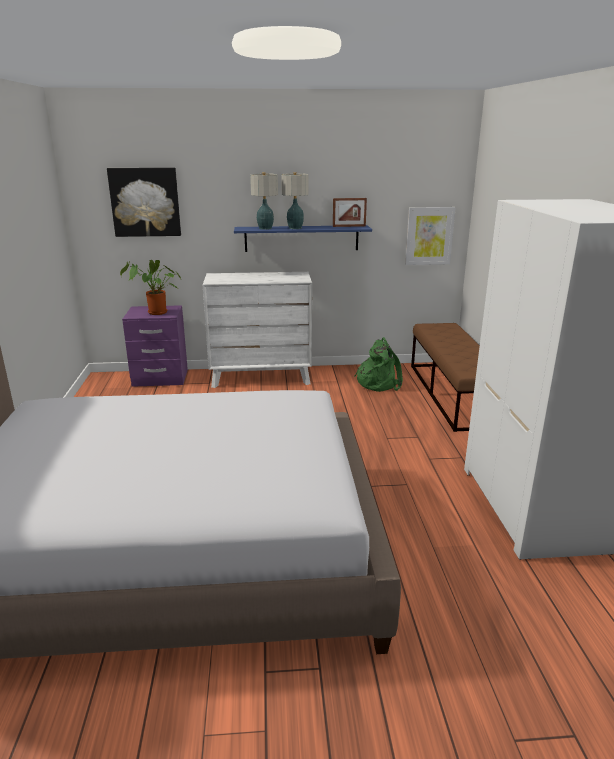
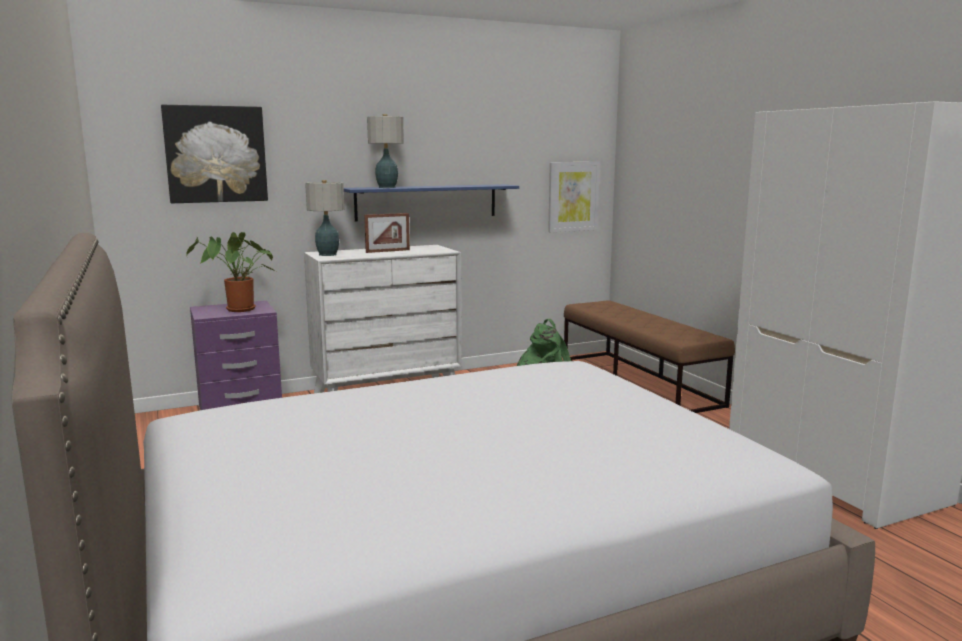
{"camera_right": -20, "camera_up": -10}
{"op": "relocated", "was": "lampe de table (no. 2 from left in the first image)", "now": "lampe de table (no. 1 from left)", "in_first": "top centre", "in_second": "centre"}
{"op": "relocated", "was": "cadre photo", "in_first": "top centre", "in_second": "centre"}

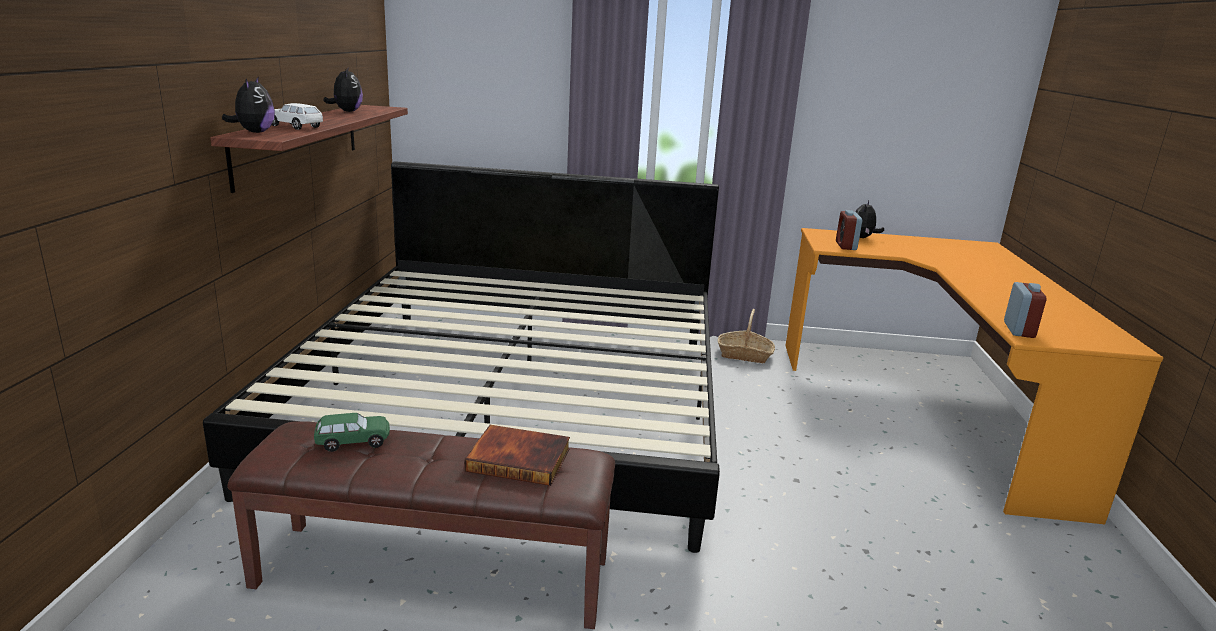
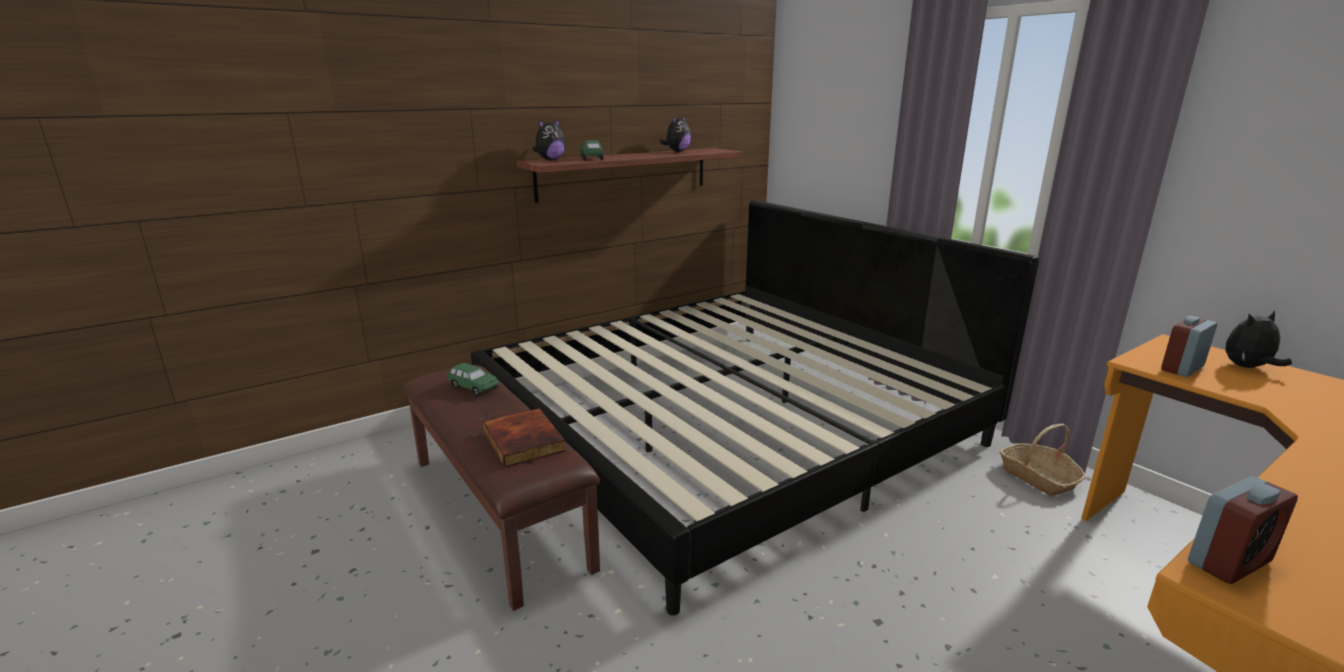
{"camera_right": 50, "camera_up": 0}
{"op": "colour", "was": "petite voiture (blanc)", "now": "petite voiture (vert) (no. 2 from left)", "in_first": "top left", "in_second": "top centre"}

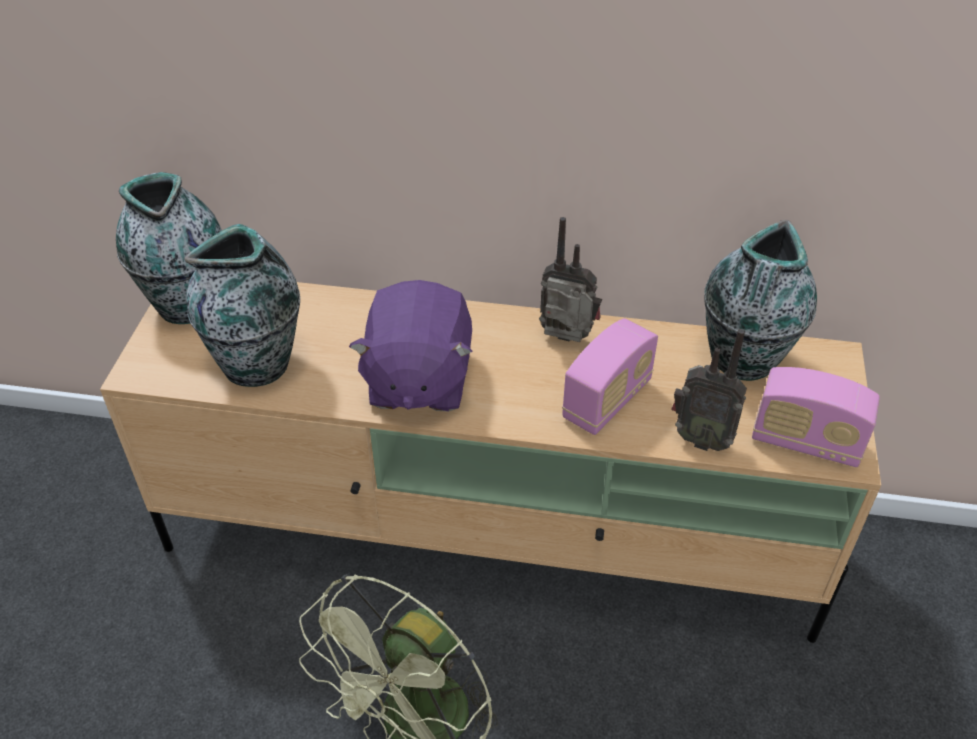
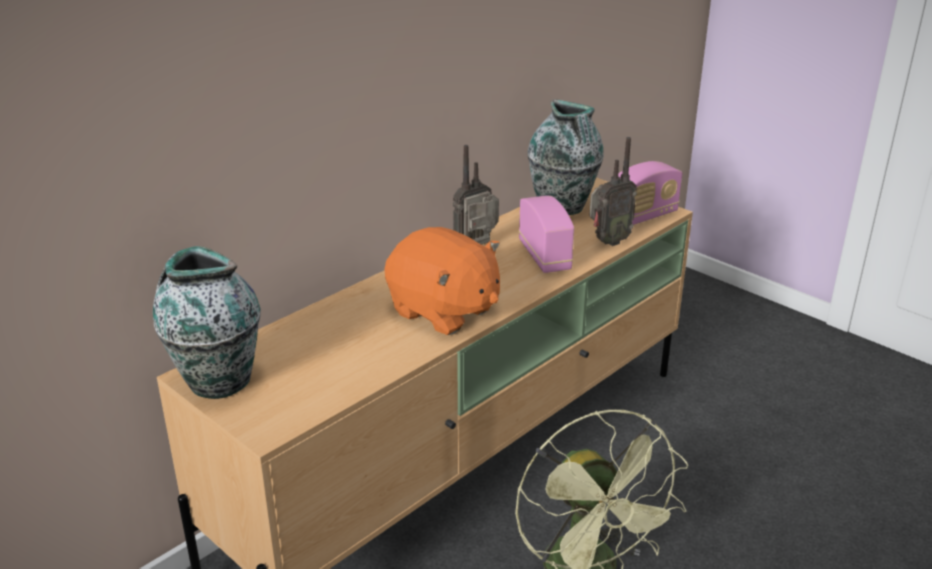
{"camera_right": -55, "camera_up": -15}
{"op": "missing", "was": "vase (no. 2 from left)", "in_first": "middle left"}
{"op": "colour", "was": "peluche (violet)", "now": "peluche (orange)", "in_first": "centre", "in_second": "centre"}

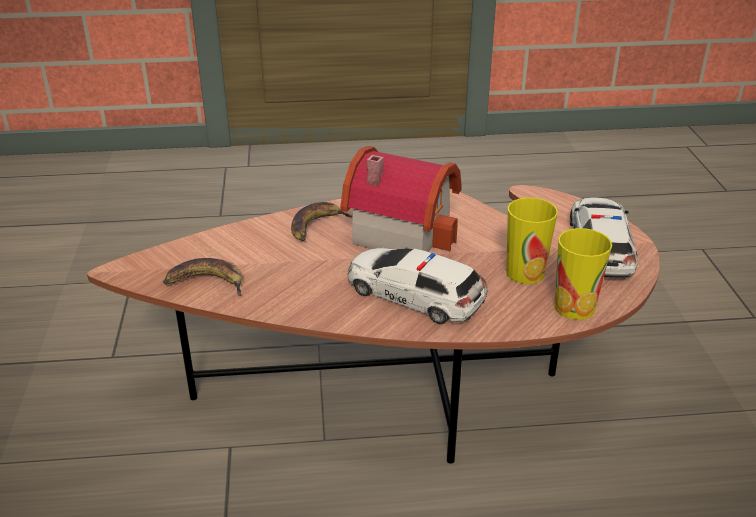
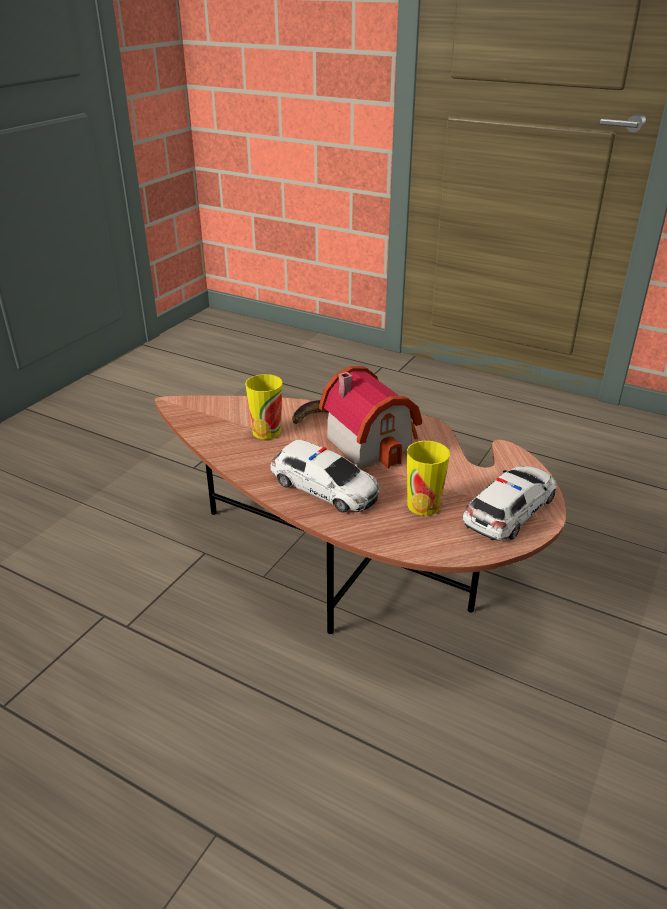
{"camera_right": 35, "camera_up": 0}
{"op": "missing", "was": "banane (no. 1 from left)", "in_first": "middle left"}
{"op": "relocated", "was": "tasse (no. 2 from left in the first image)", "now": "tasse (no. 1 from left)", "in_first": "middle right", "in_second": "centre"}
{"op": "spun", "was": "petite voiture (no. 1 from left)", "in_first": "centre", "in_second": "centre", "clockwise": 150}

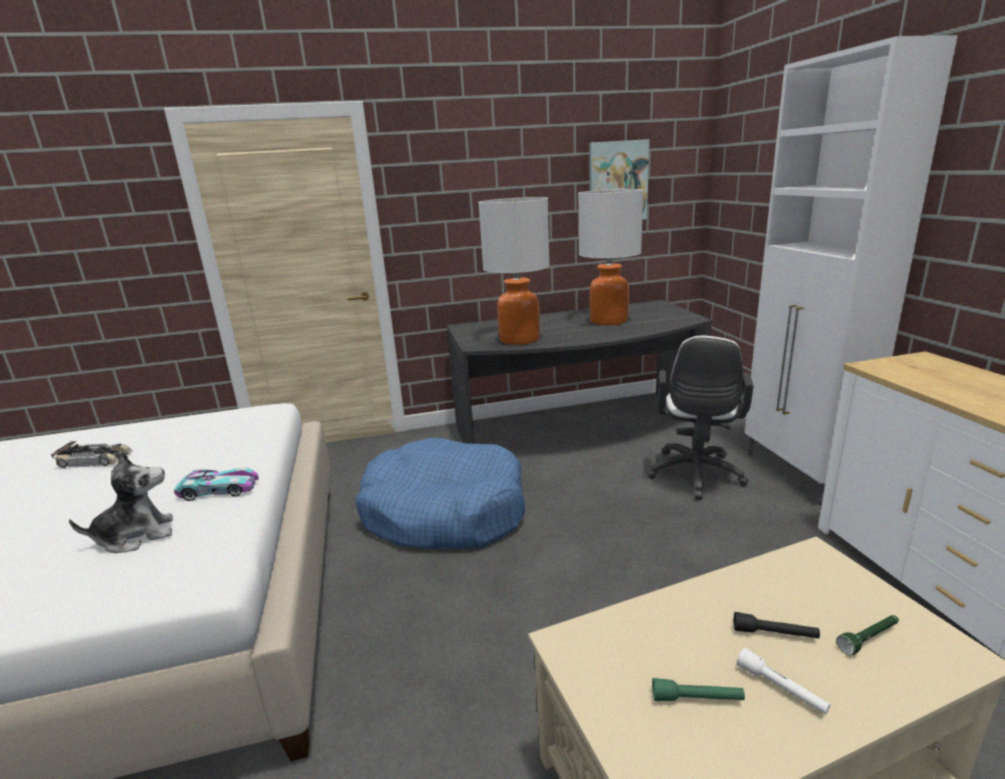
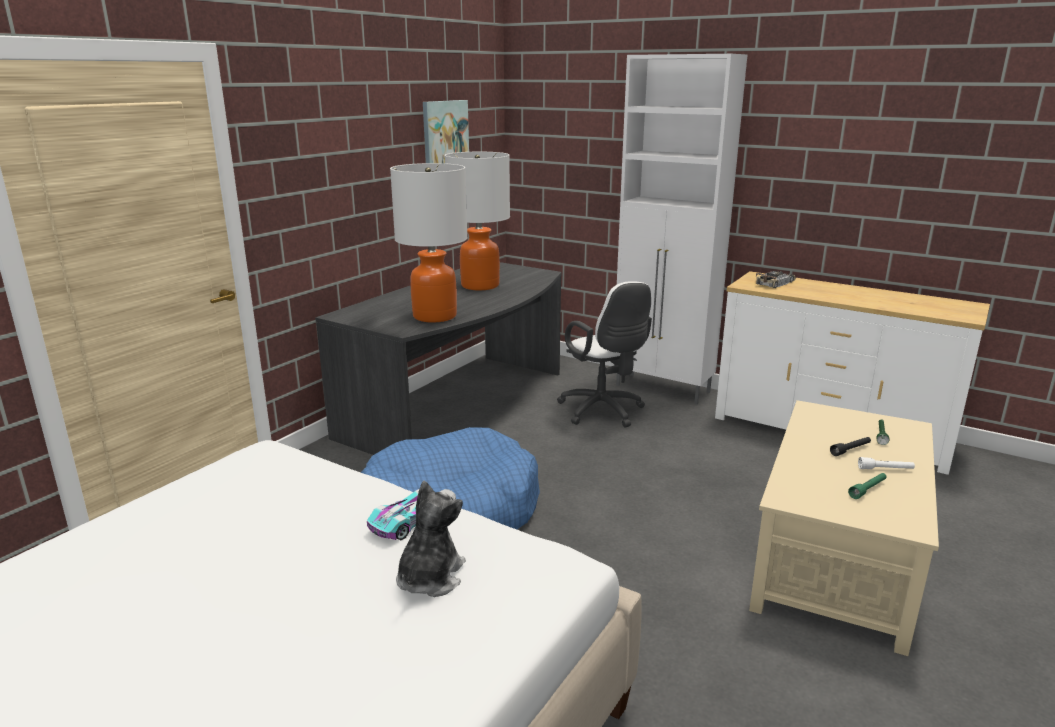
{"camera_right": -45, "camera_up": 0}
{"op": "relocated", "was": "petite voiture (no. 1 from left in the first image)", "now": "petite voiture (no. 2 from left)", "in_first": "middle left", "in_second": "middle right"}

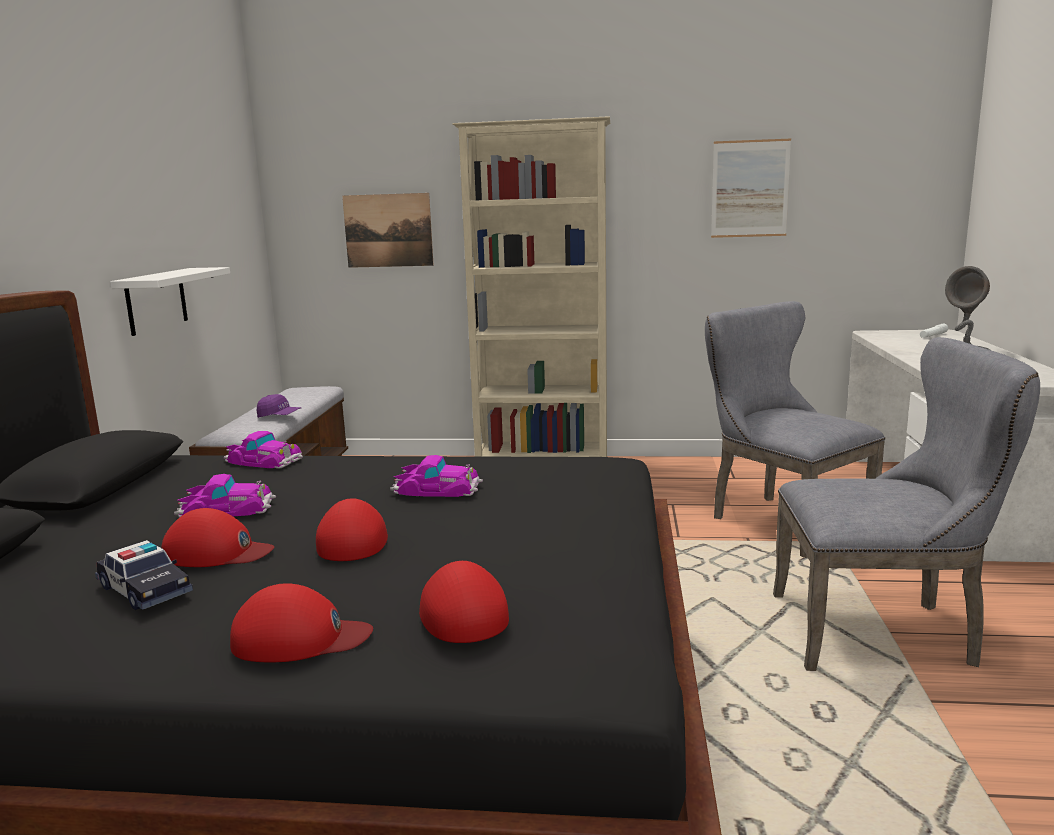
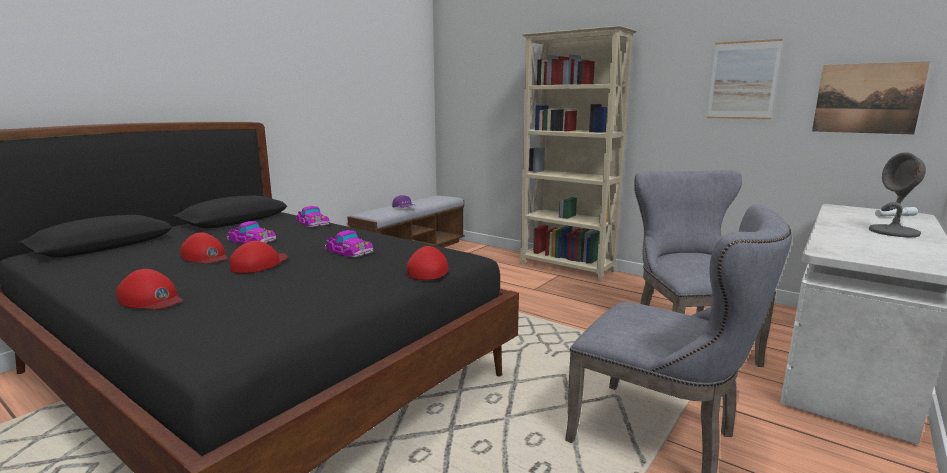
{"camera_right": 30, "camera_up": 0}
{"op": "missing", "was": "petite voiture (no. 1 from left)", "in_first": "bottom left"}
{"op": "missing", "was": "étagère (blanc)", "in_first": "middle left"}
{"op": "relocated", "was": "tableau (no. 1 from left in the first image)", "now": "tableau (no. 2 from left)", "in_first": "top centre", "in_second": "top right"}
{"op": "relocated", "was": "casquette (rouge) (no. 4 from left)", "in_first": "bottom centre", "in_second": "centre"}

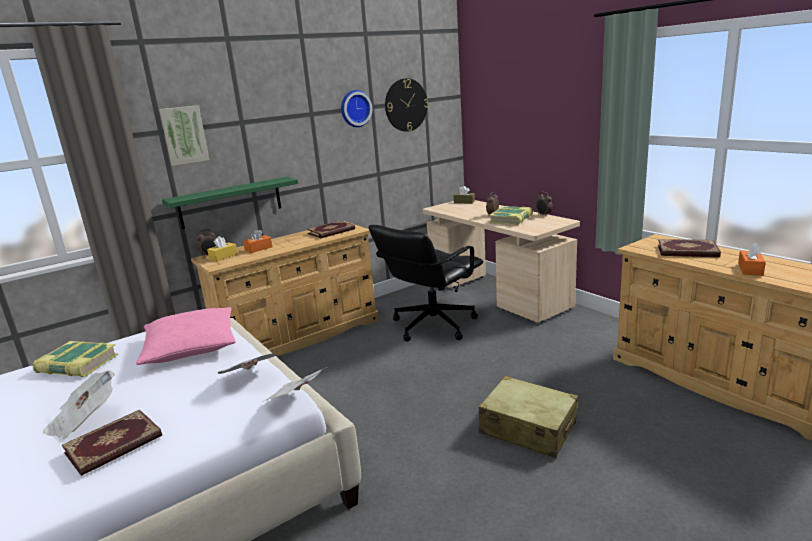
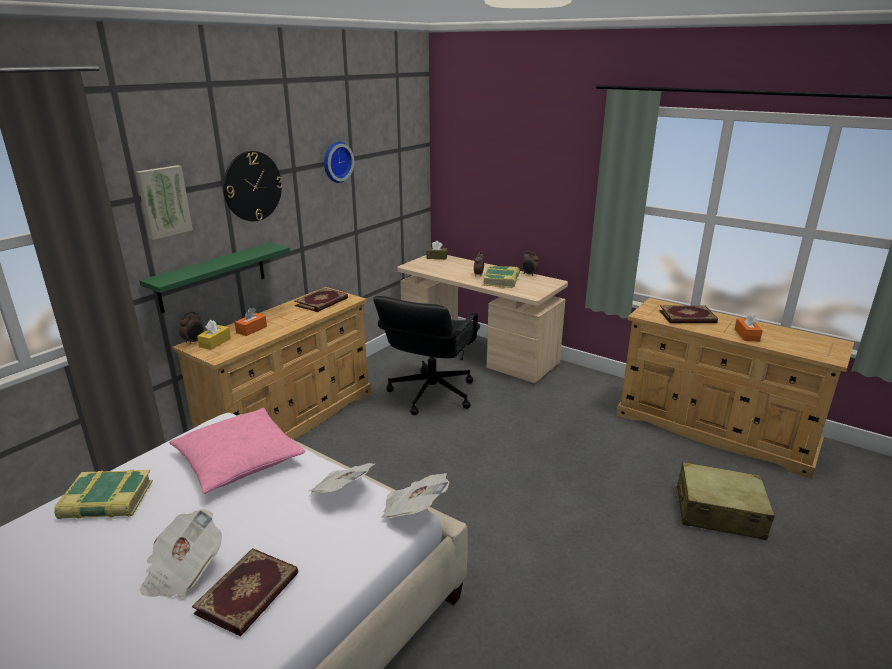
{"camera_right": -20, "camera_up": 5}
{"op": "relocated", "was": "horloge murale (no. 2 from left in the first image)", "now": "horloge murale (no. 1 from left)", "in_first": "top centre", "in_second": "top left"}
{"op": "relocated", "was": "valise (beige)", "in_first": "bottom centre", "in_second": "bottom right"}

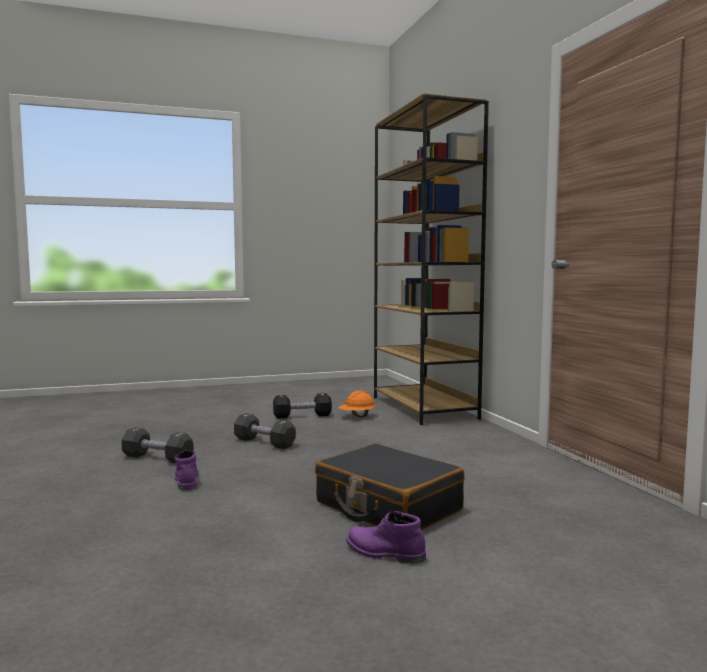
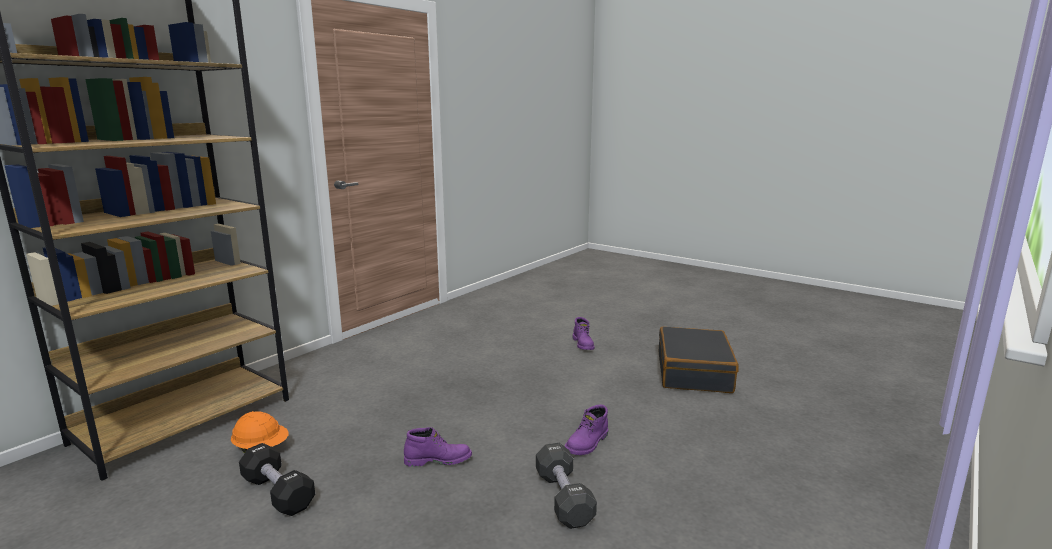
{"camera_right": -125, "camera_up": 10}
{"op": "relocated", "was": "valise (noir)", "in_first": "bottom centre", "in_second": "centre"}
{"op": "exchanged", "was": "haltère (noir) (no. 2 from left)", "now": "botte (violet) (no. 1 from left)", "in_first": "centre", "in_second": "bottom centre"}

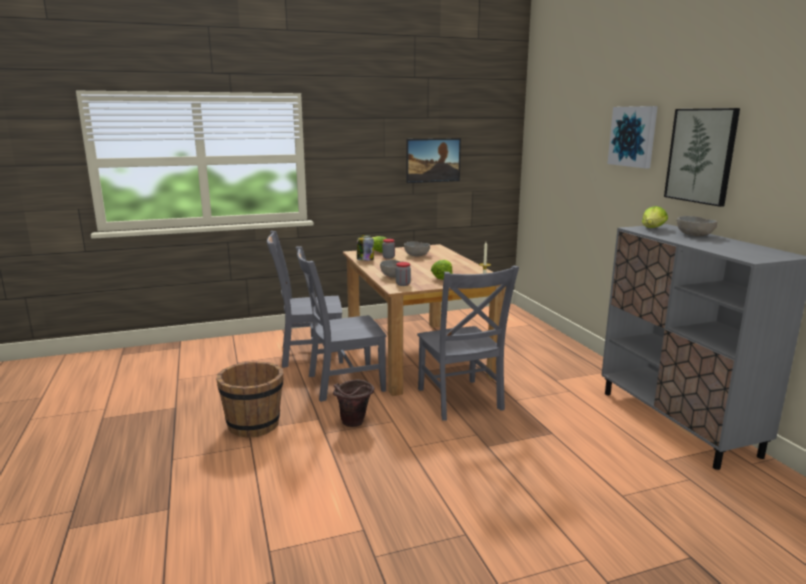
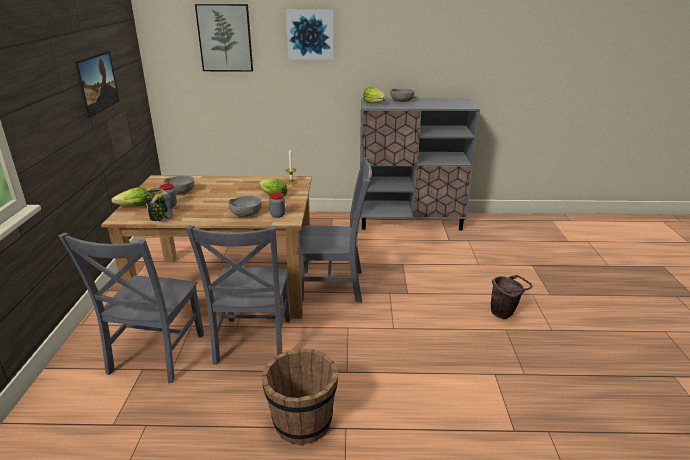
{"camera_right": -70, "camera_up": 10}
{"op": "relocated", "was": "seau (marron) (no. 2 from left)", "in_first": "bottom centre", "in_second": "middle right"}
{"op": "relocated", "was": "tableau (no. 3 from left in the first image)", "now": "tableau (no. 2 from left)", "in_first": "top right", "in_second": "top left"}

